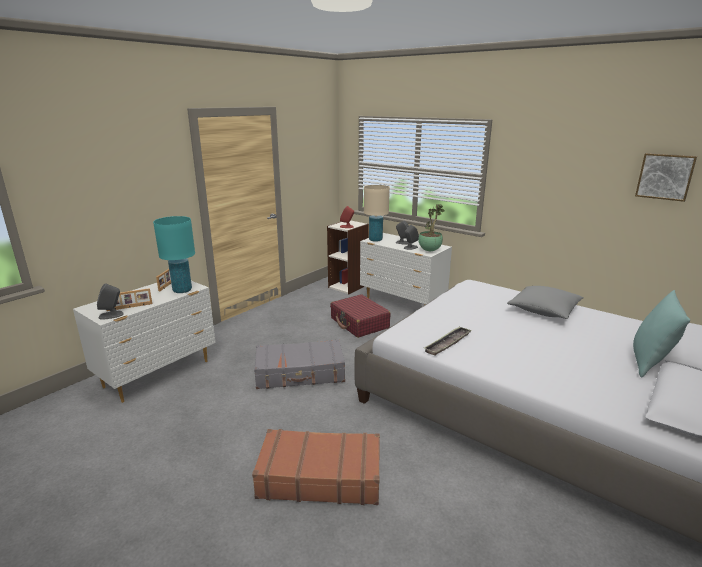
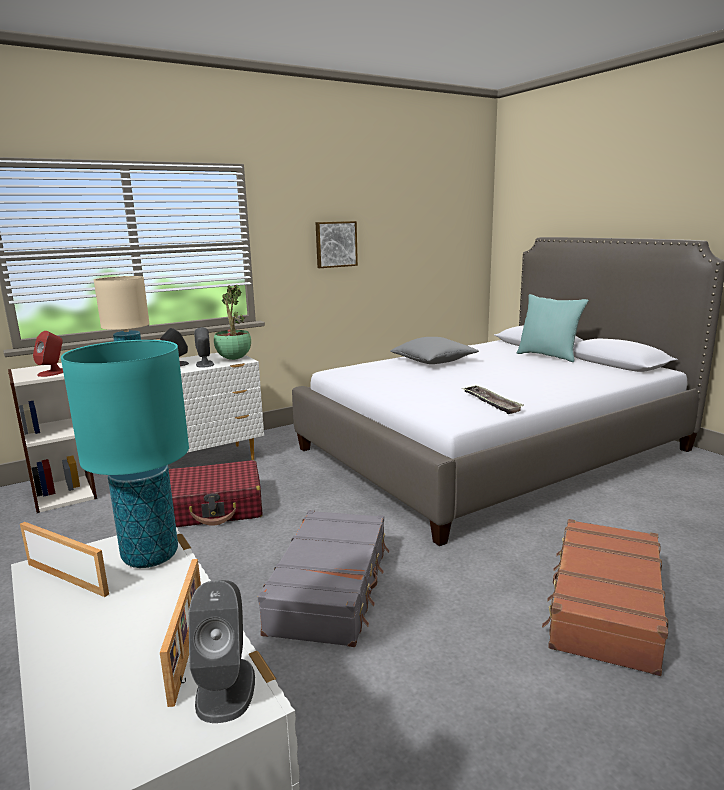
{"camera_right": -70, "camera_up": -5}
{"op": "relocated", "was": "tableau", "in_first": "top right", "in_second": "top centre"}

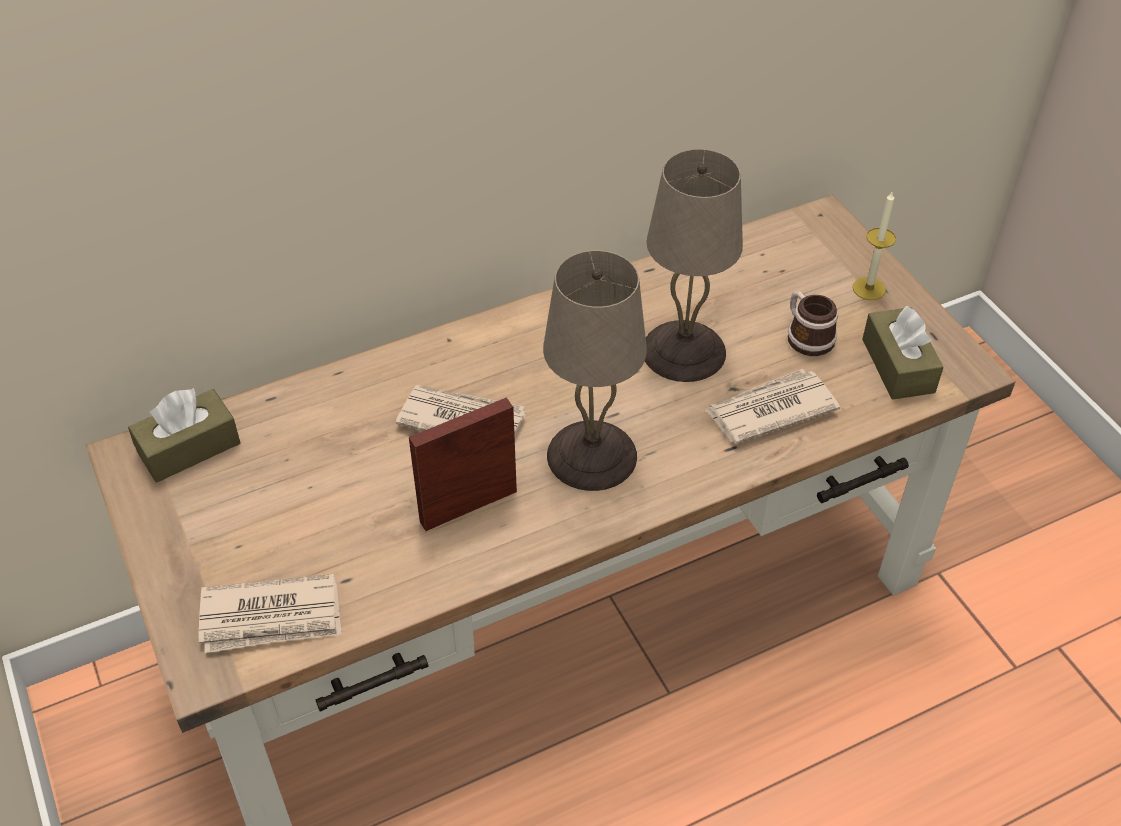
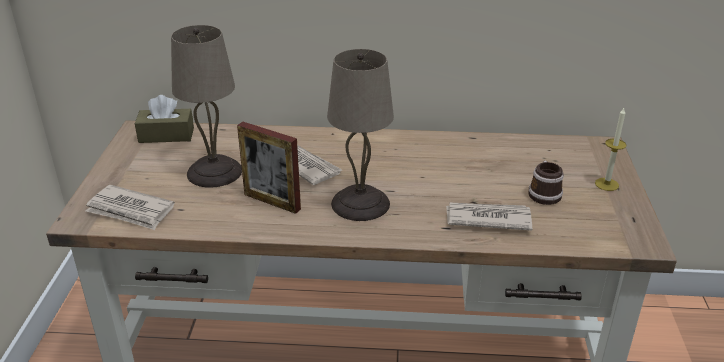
{"camera_right": 30, "camera_up": -15}
{"op": "missing", "was": "boîte à mouchoirs (marron) (no. 2 from left)", "in_first": "middle right"}
{"op": "relocated", "was": "lampe de table (beige) (no. 2 from left in the first image)", "now": "lampe de table (beige) (no. 1 from left)", "in_first": "top centre", "in_second": "top left"}
{"op": "spun", "was": "cadre photo", "in_first": "centre", "in_second": "centre", "clockwise": -150}

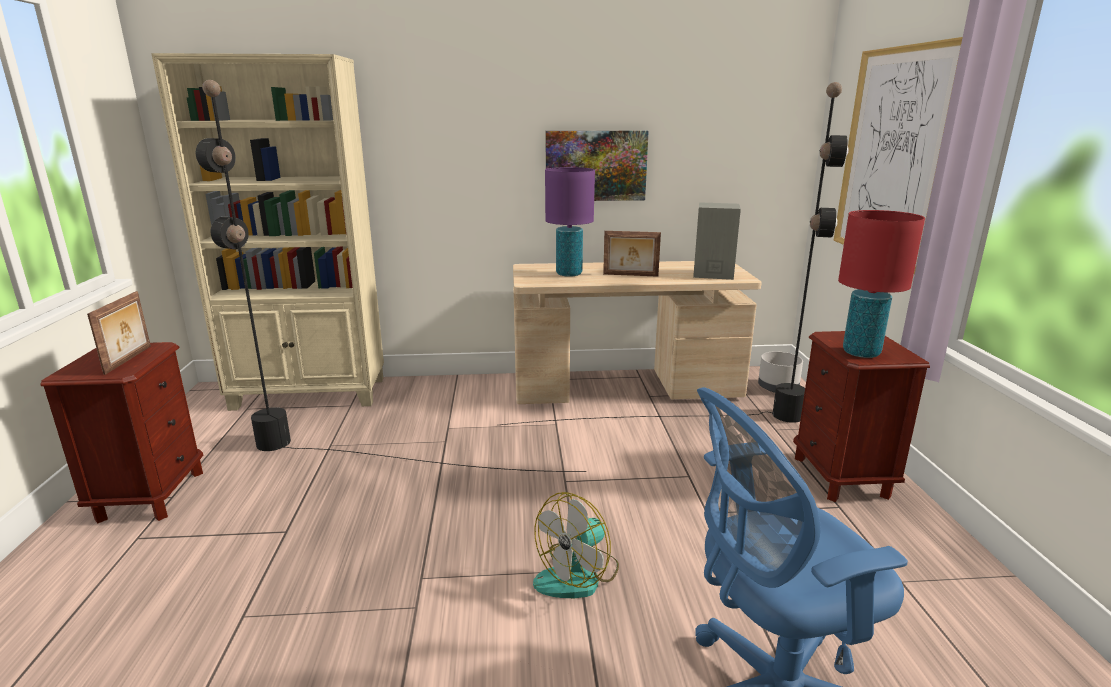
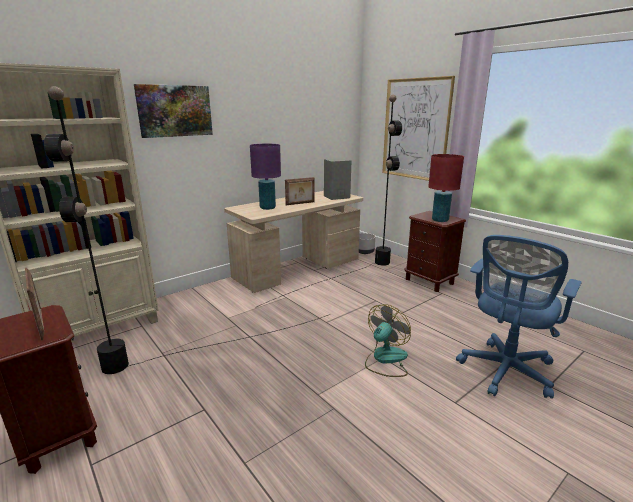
{"camera_right": -35, "camera_up": 0}
{"op": "relocated", "was": "tableau (no. 1 from left)", "in_first": "top centre", "in_second": "top left"}
{"op": "spun", "was": "ventilateur", "in_first": "bottom centre", "in_second": "bottom centre", "clockwise": -150}

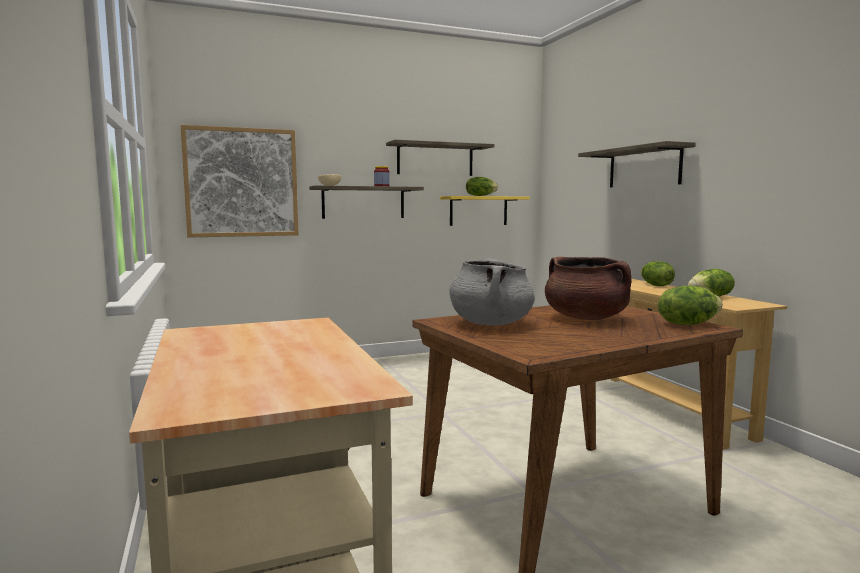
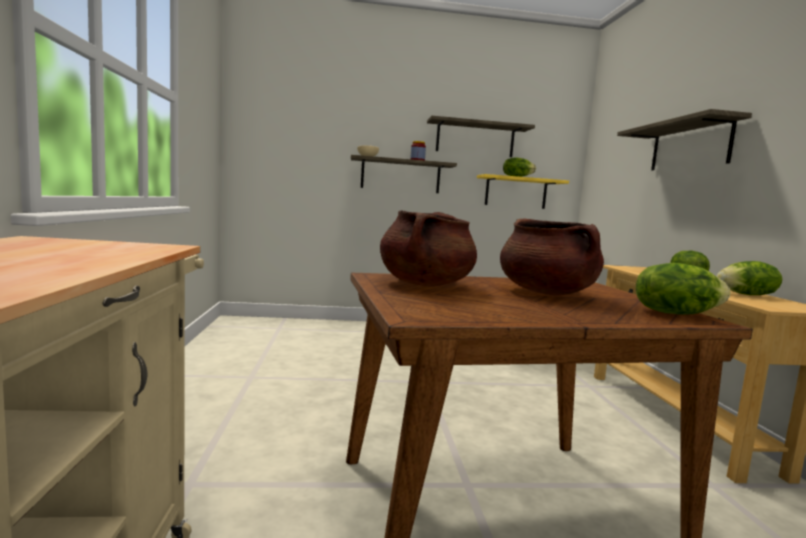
{"camera_right": 15, "camera_up": 0}
{"op": "missing", "was": "tableau", "in_first": "top left"}
{"op": "colour", "was": "marmite (gris)", "now": "marmite (marron) (no. 1 from left)", "in_first": "centre", "in_second": "centre"}

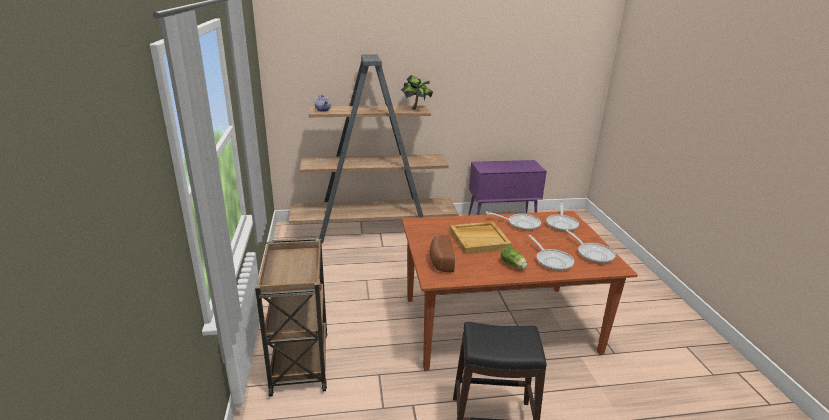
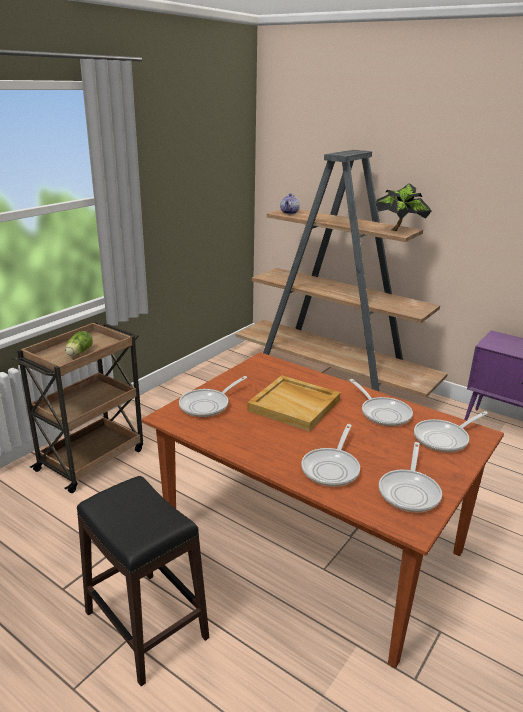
{"camera_right": 45, "camera_up": 0}
{"op": "relocated", "was": "laitue", "in_first": "centre", "in_second": "middle left"}
{"op": "exchanged", "was": "pain", "now": "poêle (no. 1 from left)", "in_first": "centre", "in_second": "centre"}

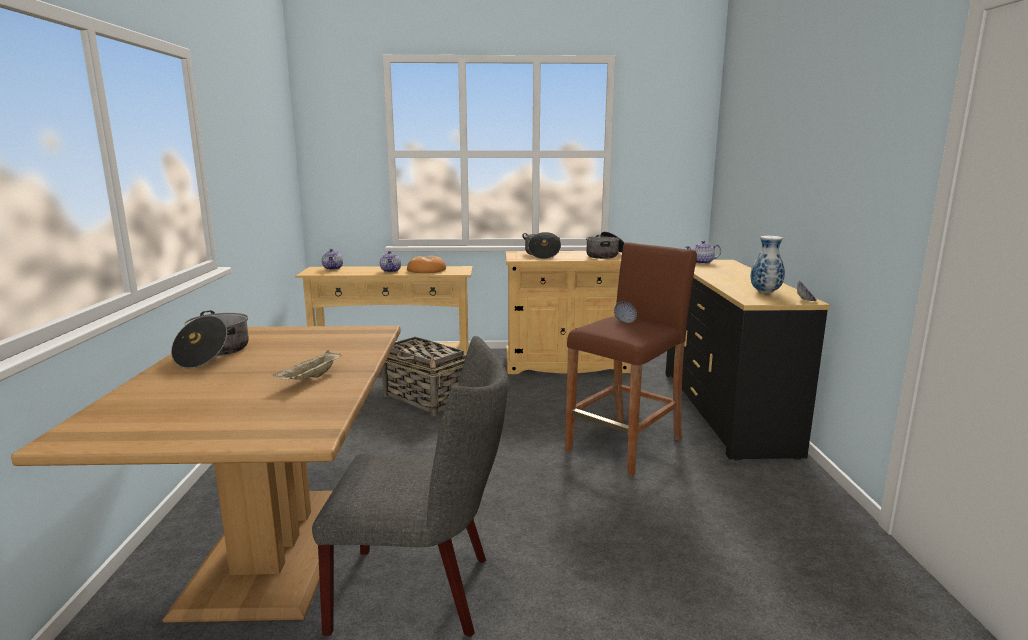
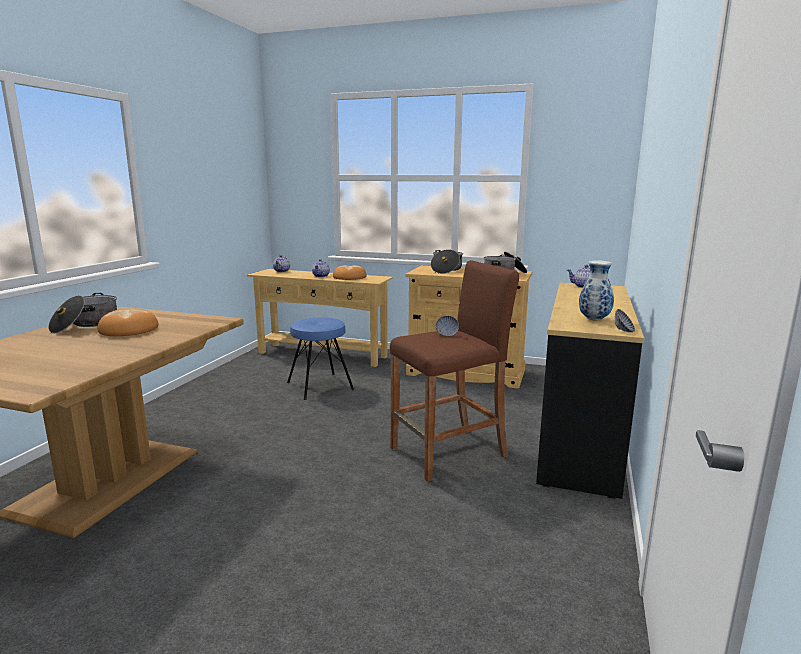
{"camera_right": 20, "camera_up": 0}
{"op": "missing", "was": "plateau (beige)", "in_first": "middle left"}
{"op": "missing", "was": "chaise (gris)", "in_first": "bottom centre"}
{"op": "appeared", "now": "pain (no. 1 from left)", "in_second": "middle left"}
{"op": "exchanged", "was": "panier", "now": "tabouret (bleu)", "in_first": "centre", "in_second": "centre"}

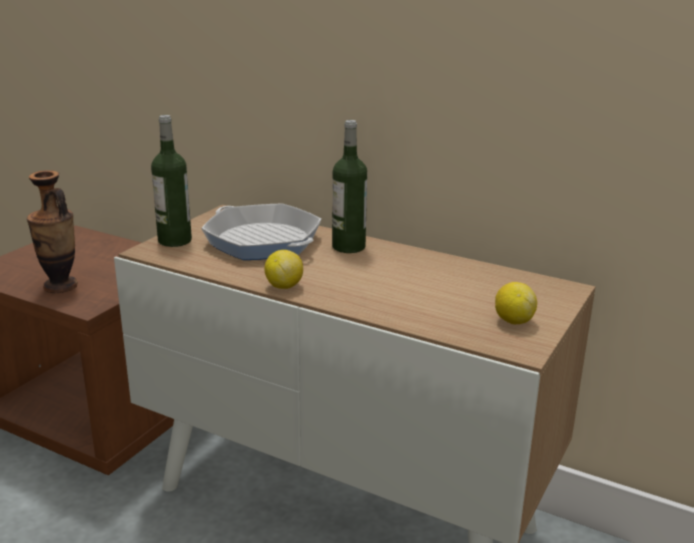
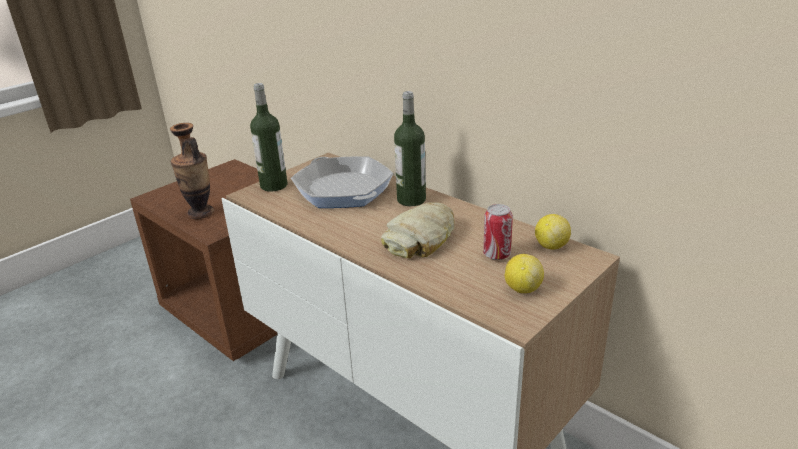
{"camera_right": 15, "camera_up": 5}
{"op": "appeared", "now": "pain", "in_second": "centre"}
{"op": "appeared", "now": "boîte métallique", "in_second": "centre"}
{"op": "relocated", "was": "citron (no. 1 from left in the first image)", "now": "citron (no. 2 from left)", "in_first": "centre", "in_second": "middle right"}

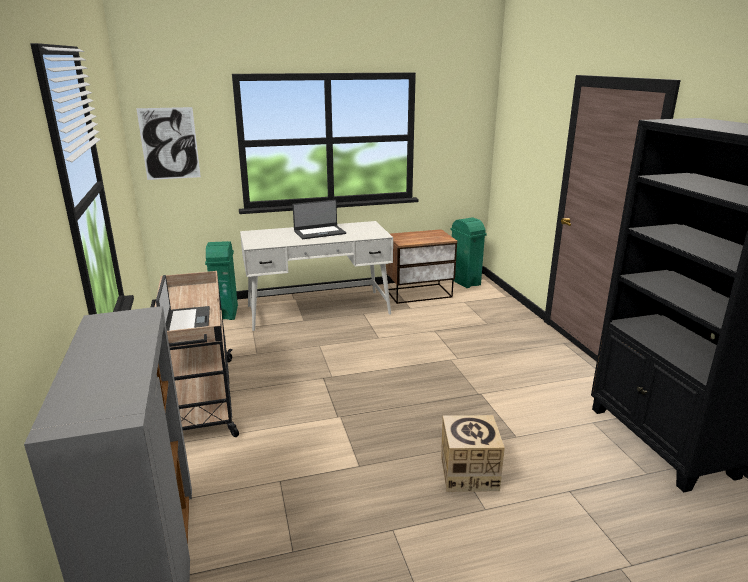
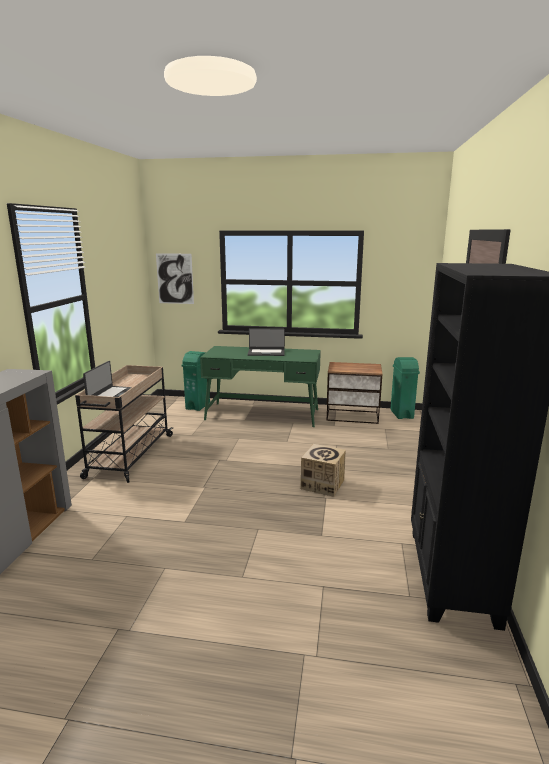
{"camera_right": 25, "camera_up": -5}
{"op": "relocated", "was": "carton", "in_first": "bottom centre", "in_second": "centre"}
{"op": "colour", "was": "bureau (blanc)", "now": "bureau (vert)", "in_first": "centre", "in_second": "centre"}

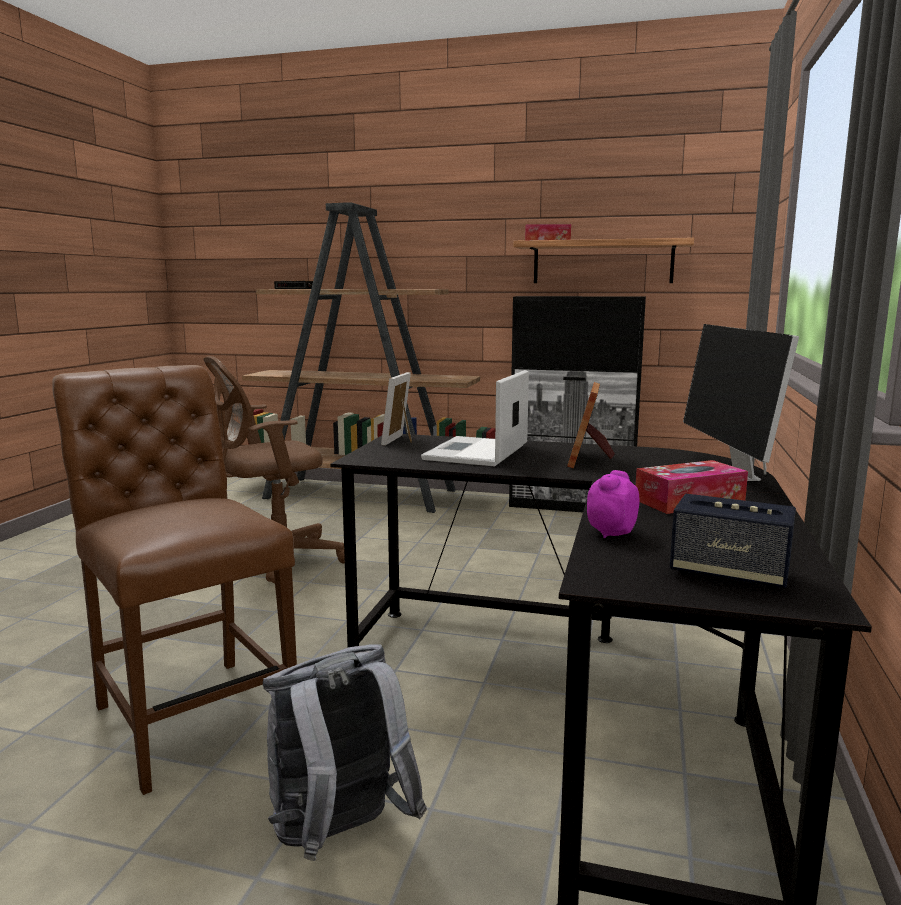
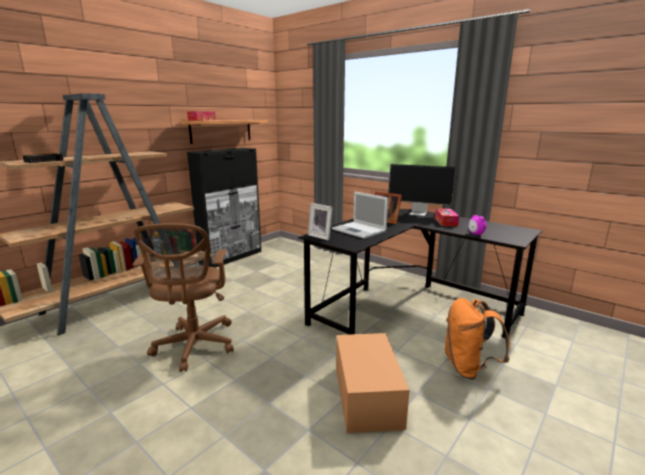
{"camera_right": -65, "camera_up": 5}
{"op": "missing", "was": "enceinte", "in_first": "middle right"}
{"op": "exchanged", "was": "chaise (marron)", "now": "carton", "in_first": "middle left", "in_second": "bottom centre"}
{"op": "colour", "was": "sac à dos (gris)", "now": "sac à dos (orange)", "in_first": "bottom centre", "in_second": "bottom right"}

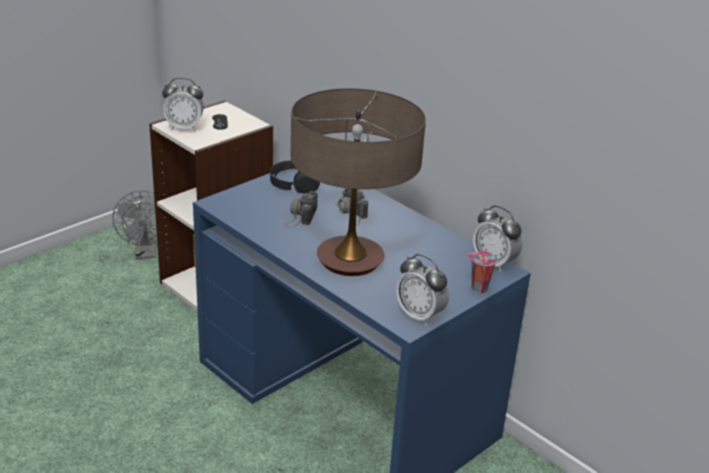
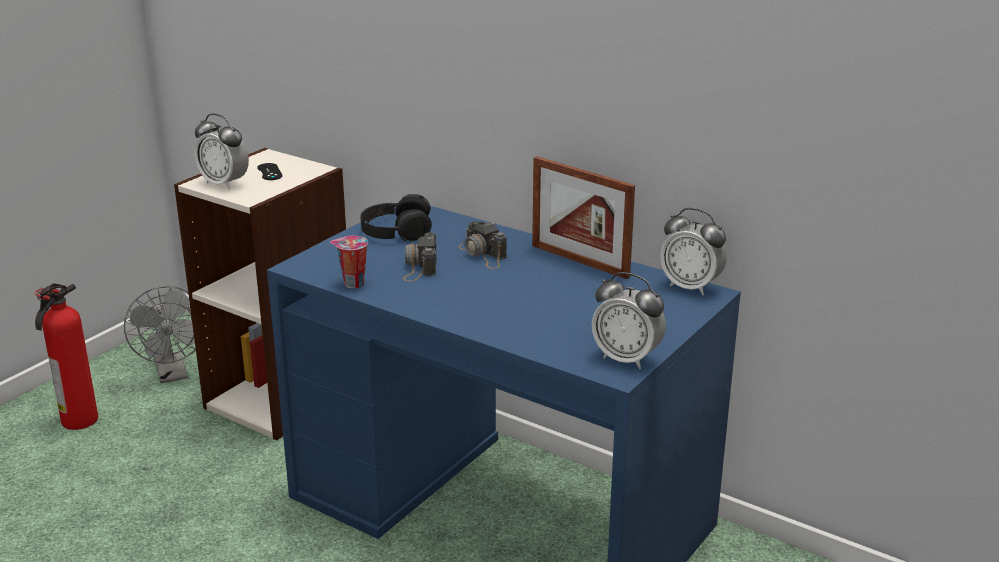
{"camera_right": -10, "camera_up": -5}
{"op": "missing", "was": "lampe de table", "in_first": "centre"}
{"op": "appeared", "now": "extincteur", "in_second": "middle left"}
{"op": "appeared", "now": "cadre photo", "in_second": "centre"}
{"op": "relocated", "was": "tasse", "in_first": "middle right", "in_second": "centre"}
{"op": "spun", "was": "réveil (no. 1 from left)", "in_first": "top left", "in_second": "top left", "clockwise": 45}

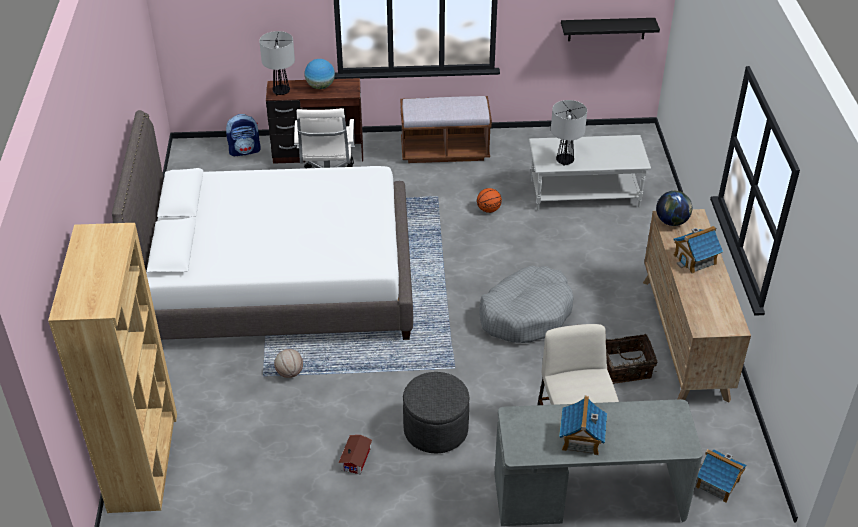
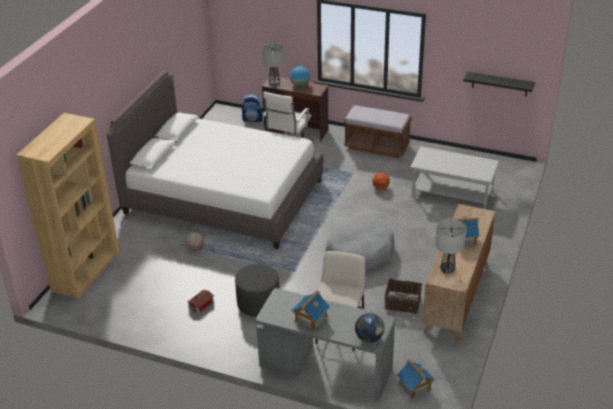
{"camera_right": 25, "camera_up": -5}
{"op": "relocated", "was": "lampe de table (no. 2 from left)", "in_first": "top centre", "in_second": "middle right"}
{"op": "relocated", "was": "globe (no. 2 from left)", "in_first": "middle right", "in_second": "bottom centre"}

